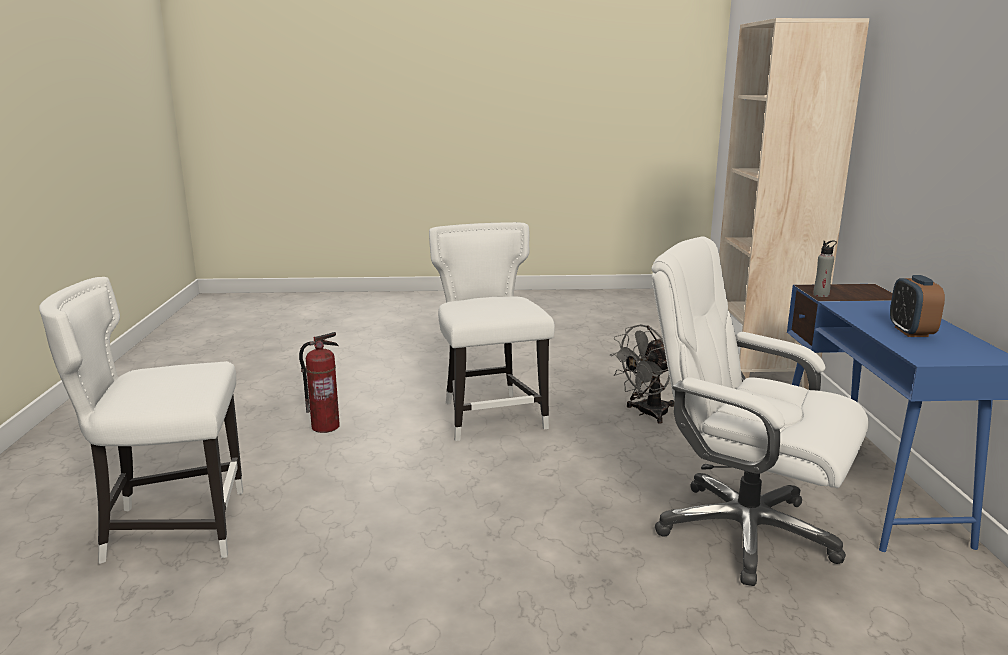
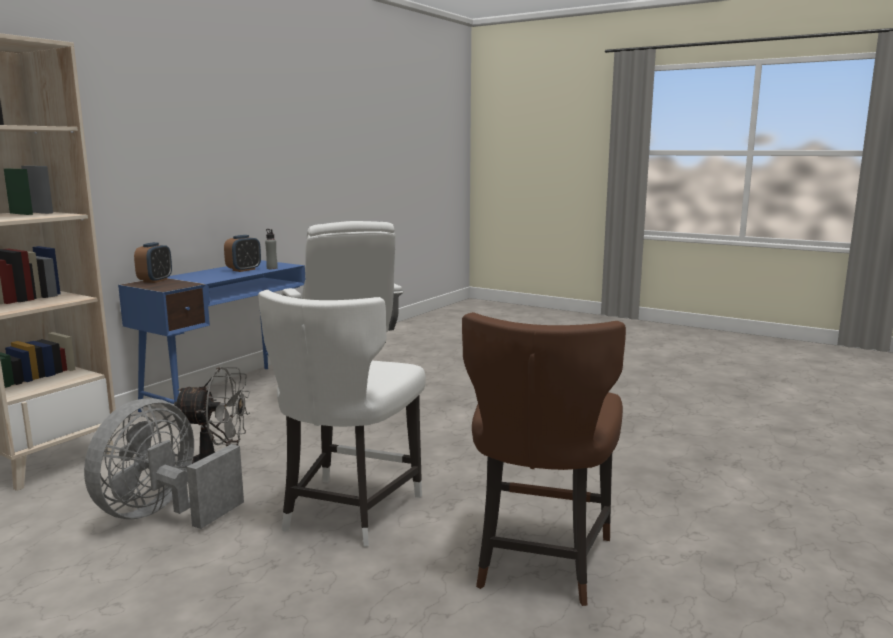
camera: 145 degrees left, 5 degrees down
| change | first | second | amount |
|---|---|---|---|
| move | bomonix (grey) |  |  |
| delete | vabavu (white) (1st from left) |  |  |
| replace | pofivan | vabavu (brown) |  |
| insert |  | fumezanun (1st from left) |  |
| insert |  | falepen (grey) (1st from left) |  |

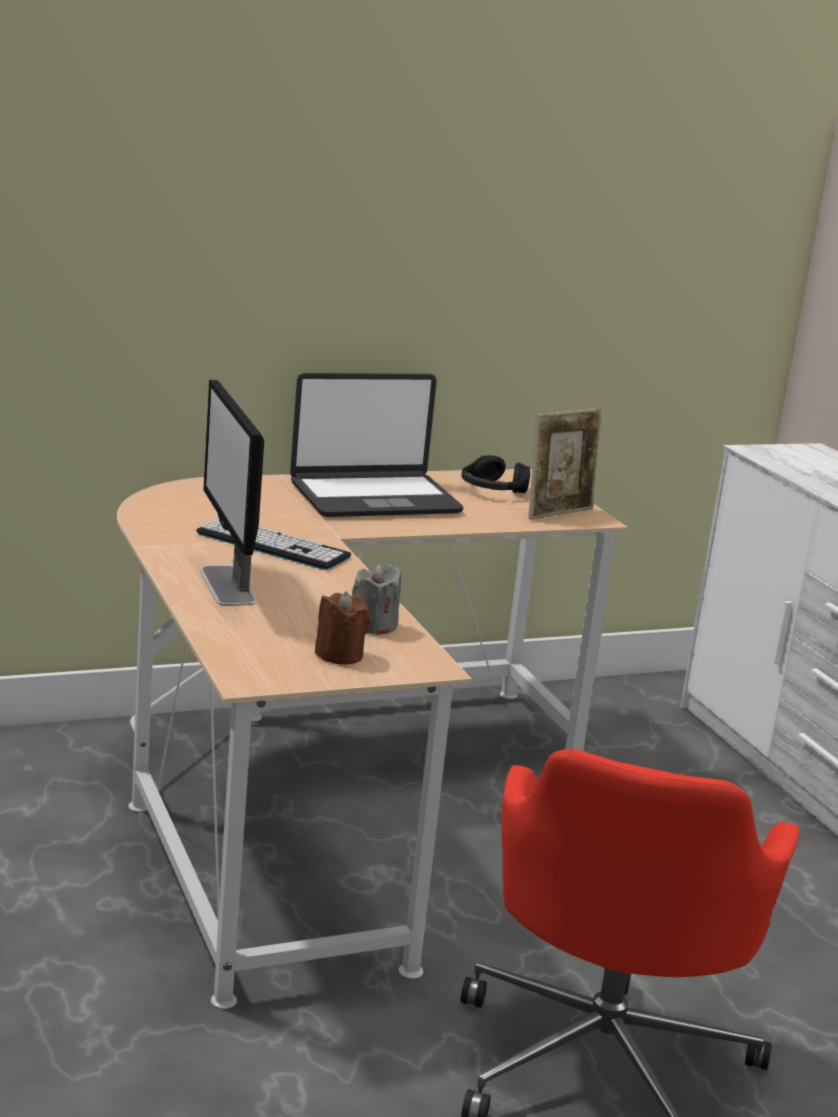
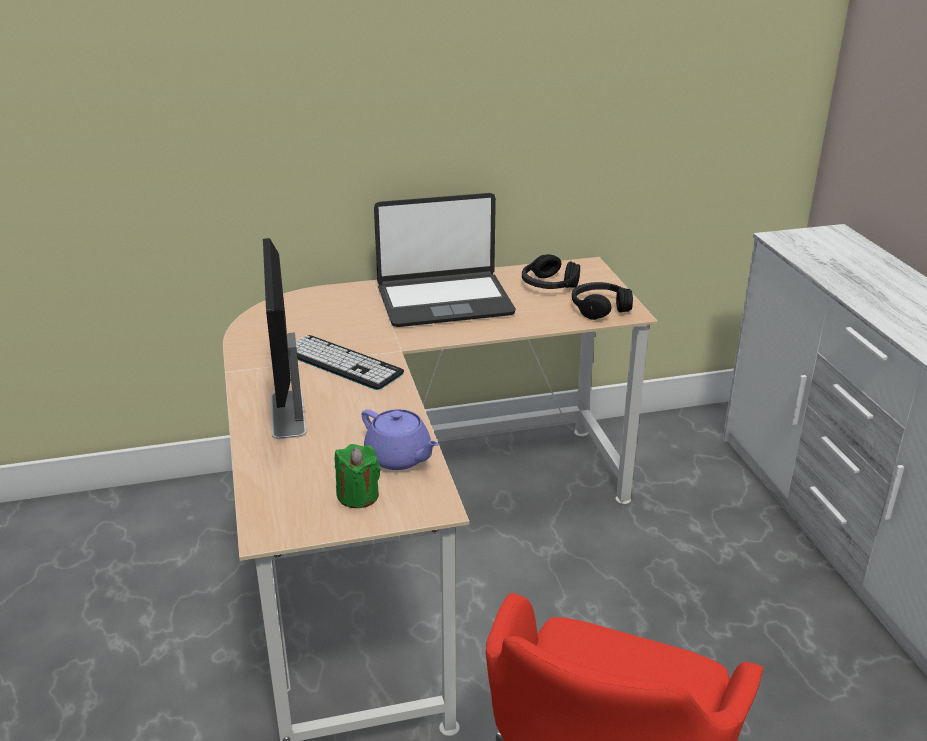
camera: 10 degrees right, 10 degrees up
| change | first | second | amount |
|---|---|---|---|
| replace | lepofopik | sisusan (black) (2nd from left) |  |
| replace | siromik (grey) | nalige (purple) |  |
| recolor | siromik (brown) | siromik (green) |  |

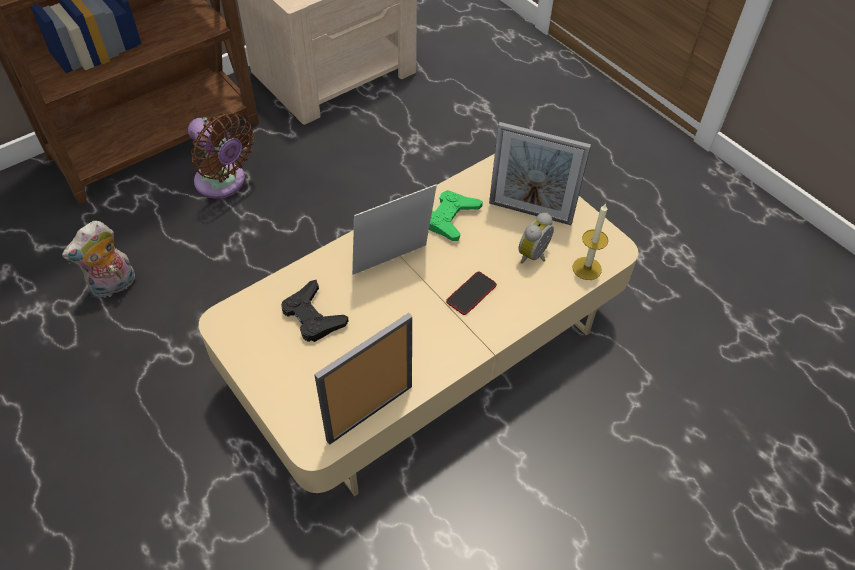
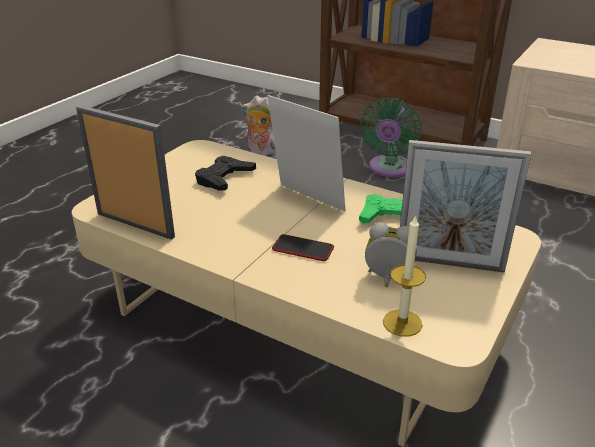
camera: 70 degrees right, 20 degrees down
| change | first | second | amount |
|---|---|---|---|
| recolor | falepen (brown) | falepen (green) |  |
| rotate | lepofopik (3rd from left) |  | 75 degrees counterclockwise |

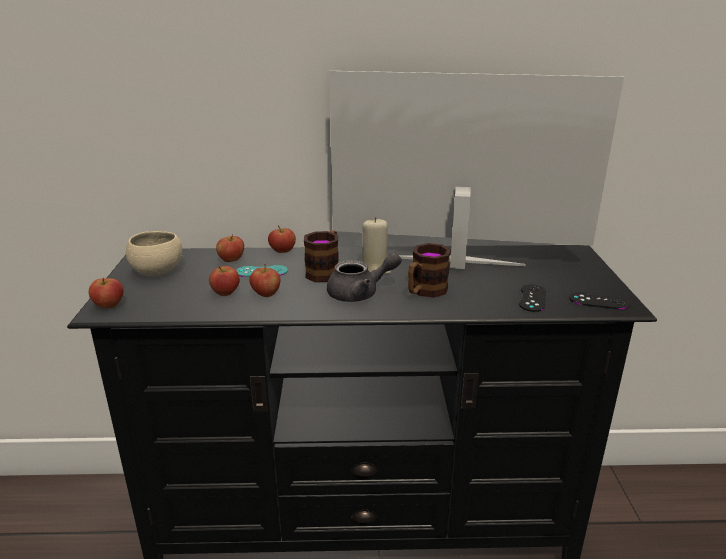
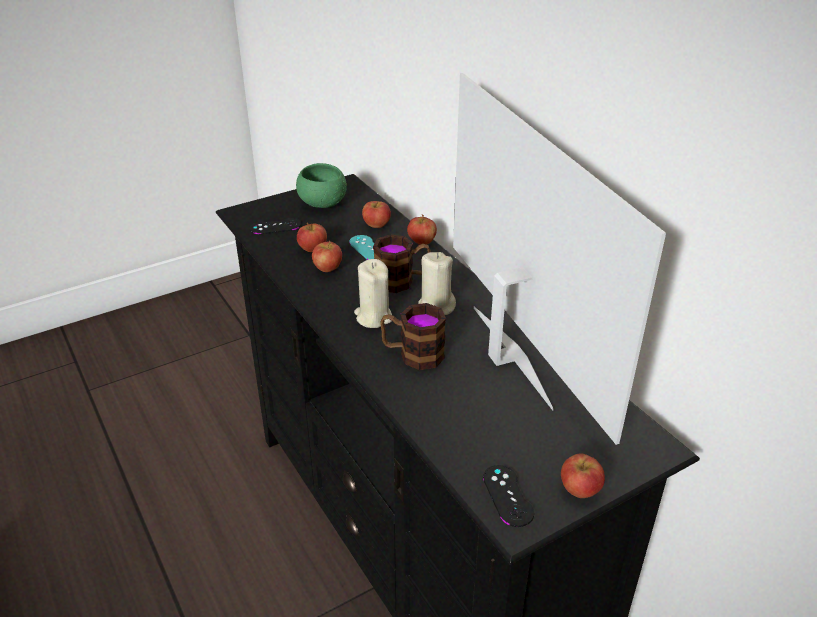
camera: 60 degrees right, 10 degrees up
| change | first | second | amount |
|---|---|---|---|
| recolor | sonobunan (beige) | sonobunan (green) |  |
| replace | nalige (grey) | siromik (beige) (1st from left) |  |
| move | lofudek (1st from left in the first image) | lofudek (5th from left) |  |
| move | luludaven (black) (1st from left) |  |  |

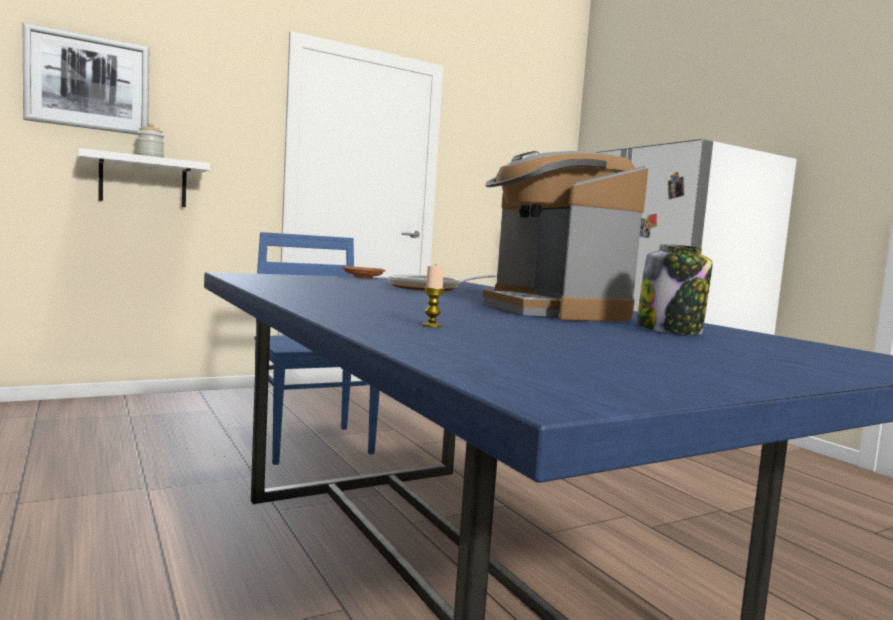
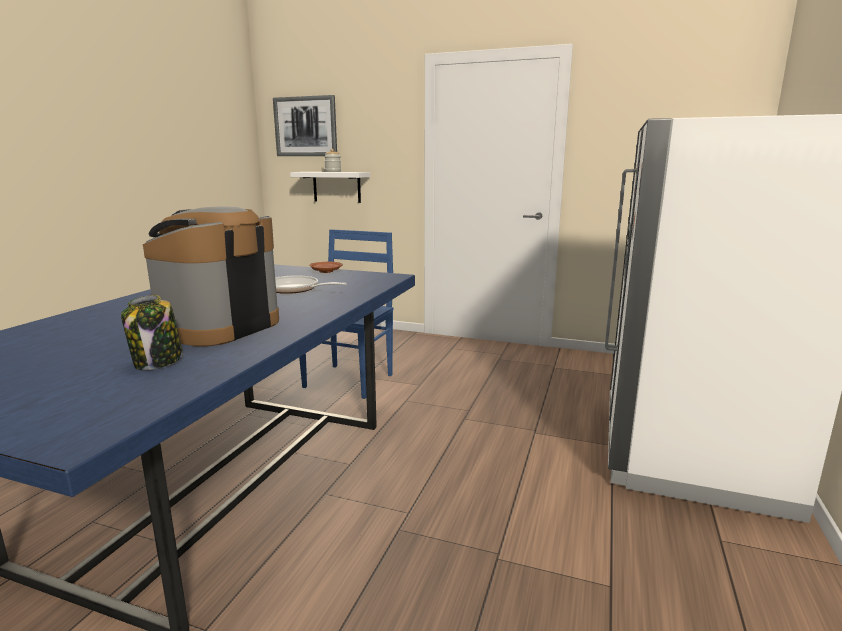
camera: 50 degrees right, 10 degrees up
| change | first | second | amount |
|---|---|---|---|
| delete | siromik |  |  |

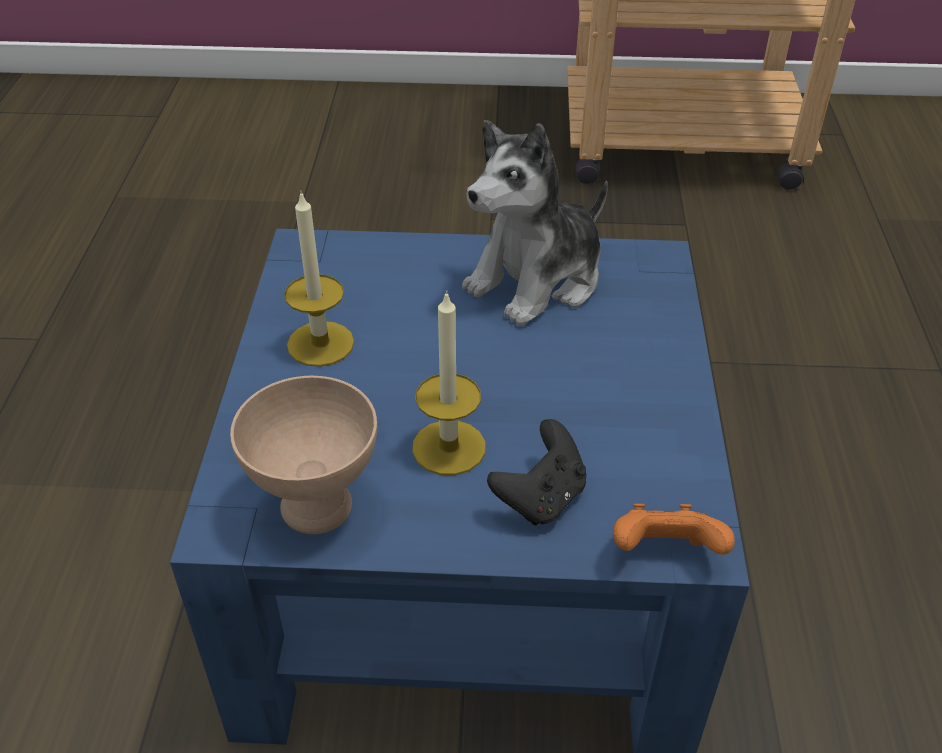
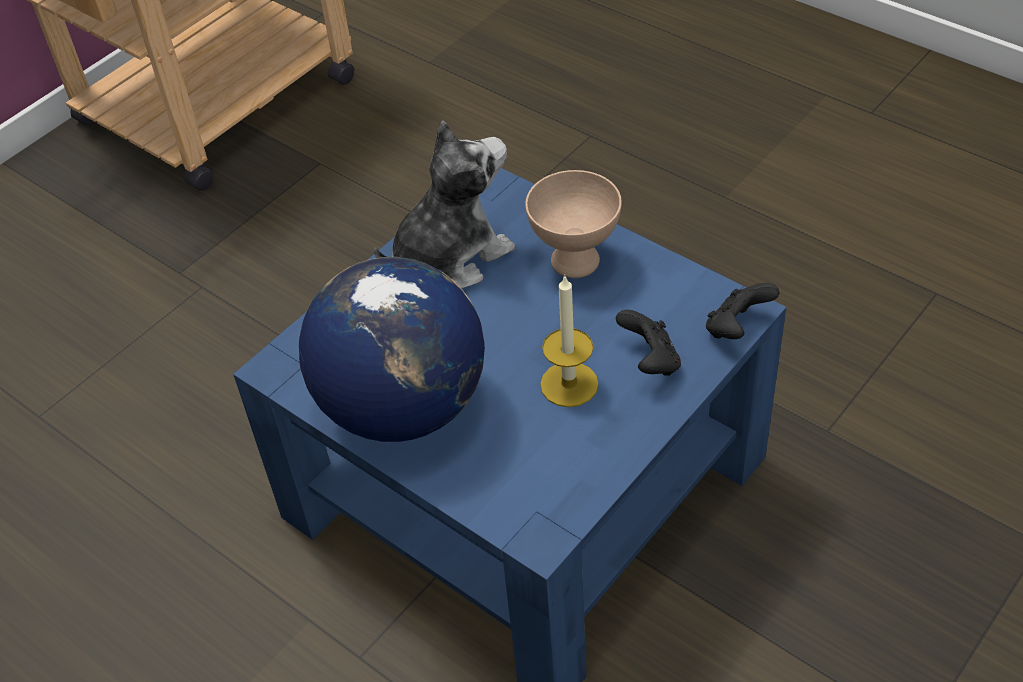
camera: 50 degrees left, 5 degrees up
| change | first | second | amount |
|---|---|---|---|
| rotate | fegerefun |  | 120 degrees counterclockwise |
| replace | siromik (1st from left) | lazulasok |  |
| move | sonobunan (beige) |  |  |
| recolor | luludaven (orange) | luludaven (black) (2nd from left) |  |

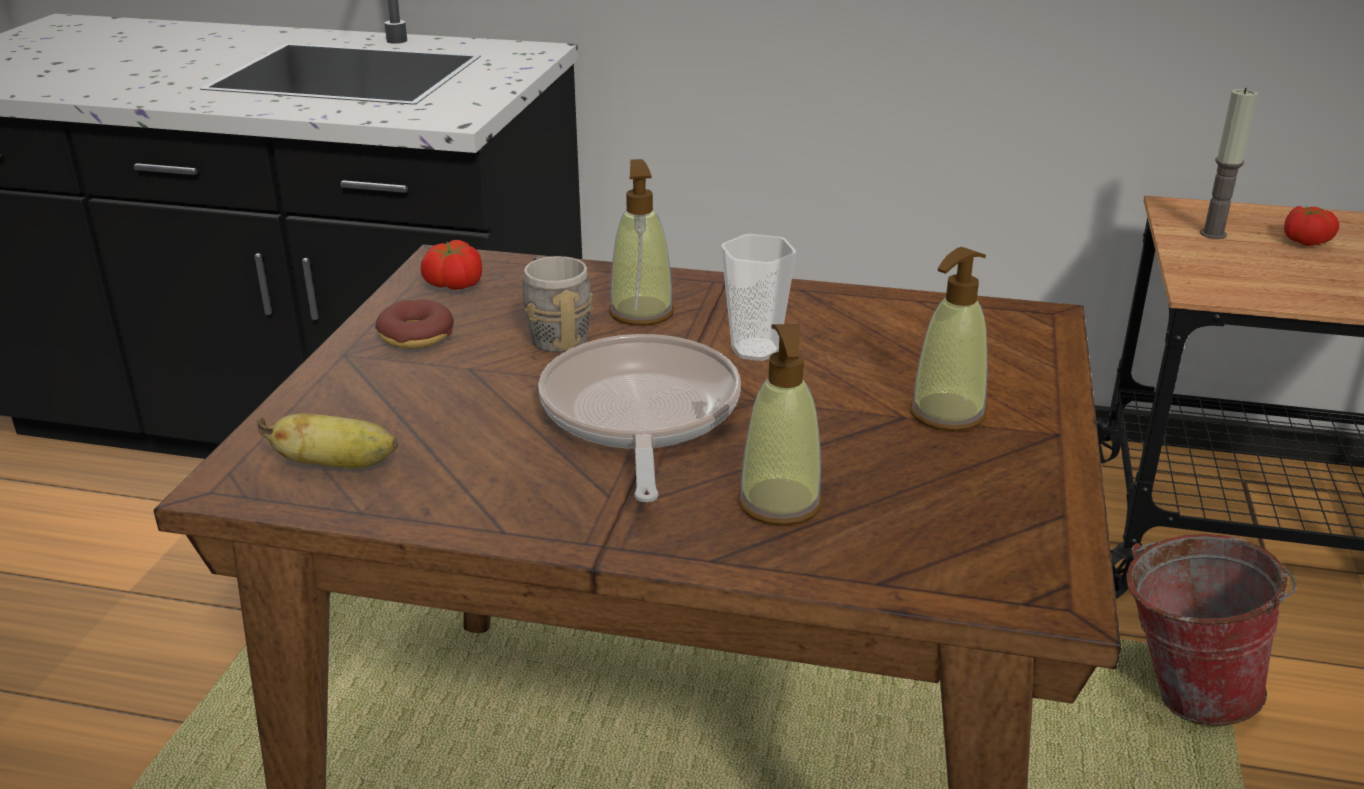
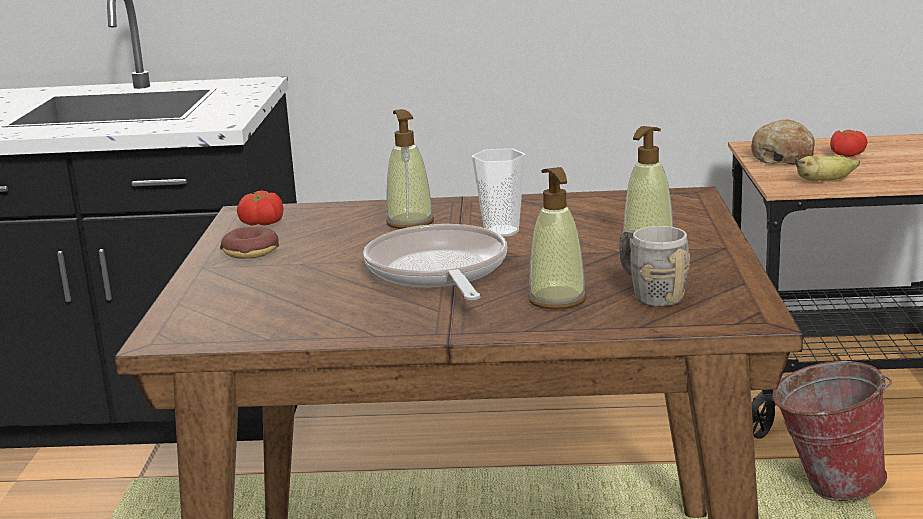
camera: 10 degrees left, 10 degrees down
| change | first | second | amount |
|---|---|---|---|
| replace | siromik | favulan |  |
| move | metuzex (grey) |  |  |
| move | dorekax |  |  |

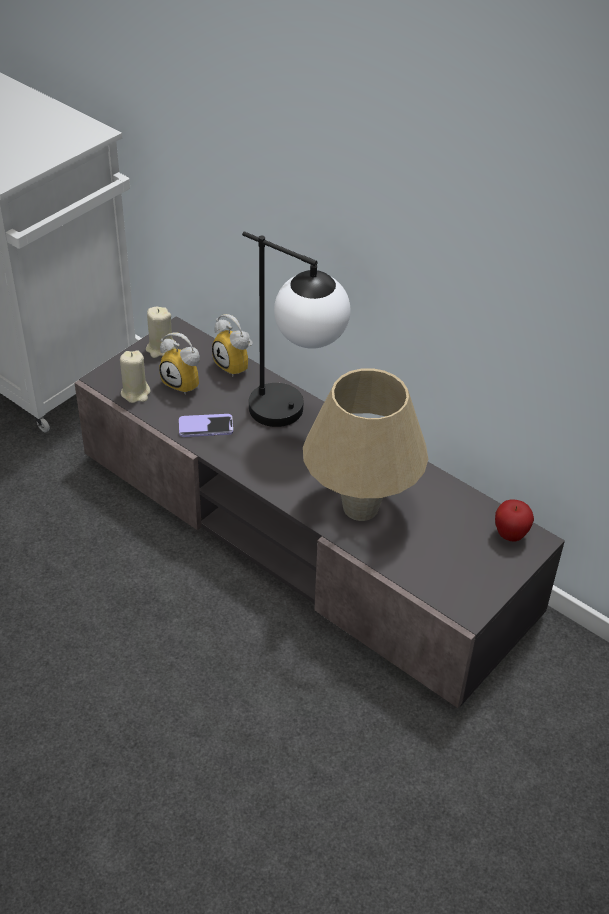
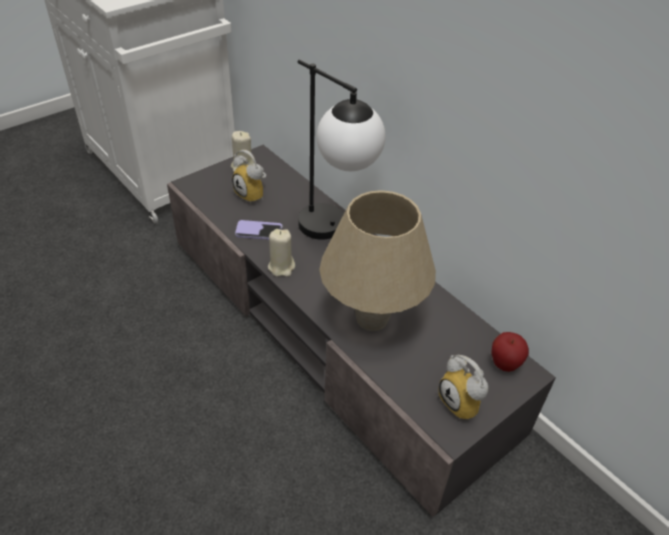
camera: 10 degrees right, 0 degrees up
| change | first | second | amount |
|---|---|---|---|
| move | fumezanun (2nd from left) |  |  |
| move | siromik (beige) (1st from left in the first image) | siromik (beige) (2nd from left) |  |

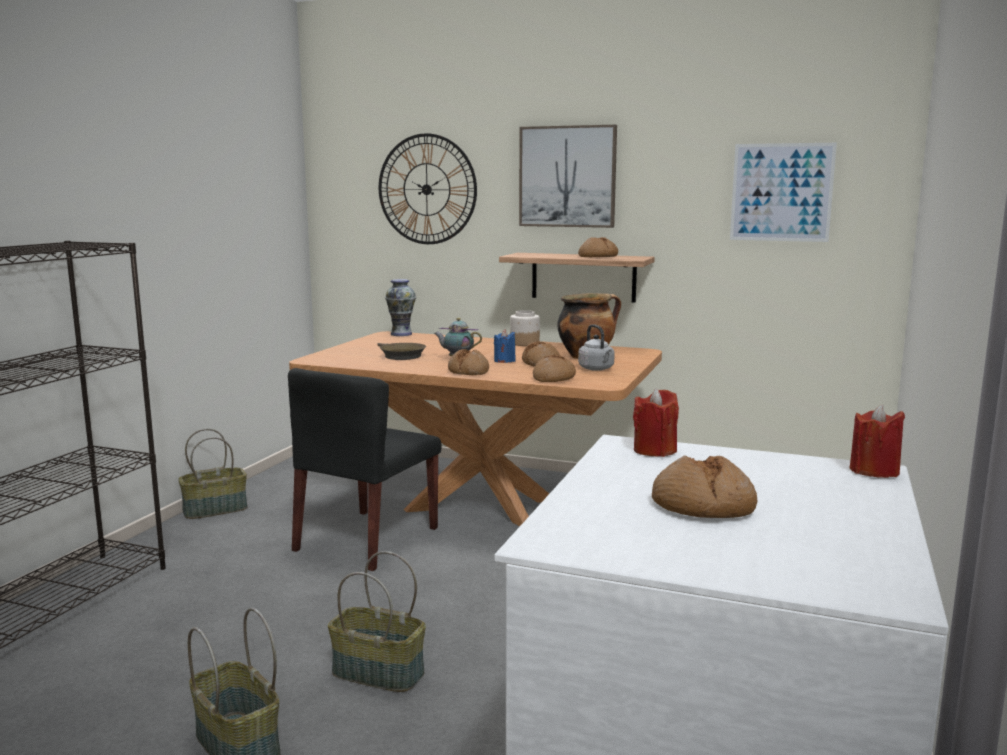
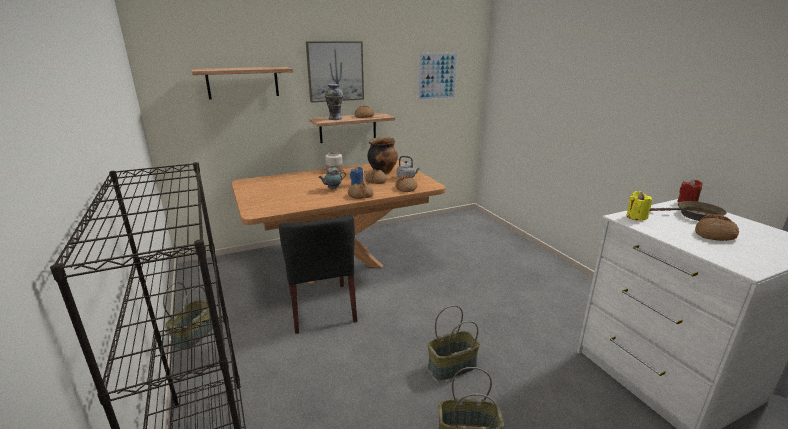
camera: 45 degrees left, 10 degrees up
| change | first | second | amount |
|---|---|---|---|
| replace | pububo | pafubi (1st from left) |  |
| move | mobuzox |  |  |
| move | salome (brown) |  |  |
| recolor | siromik (red) (1st from left) | siromik (yellow) |  |

